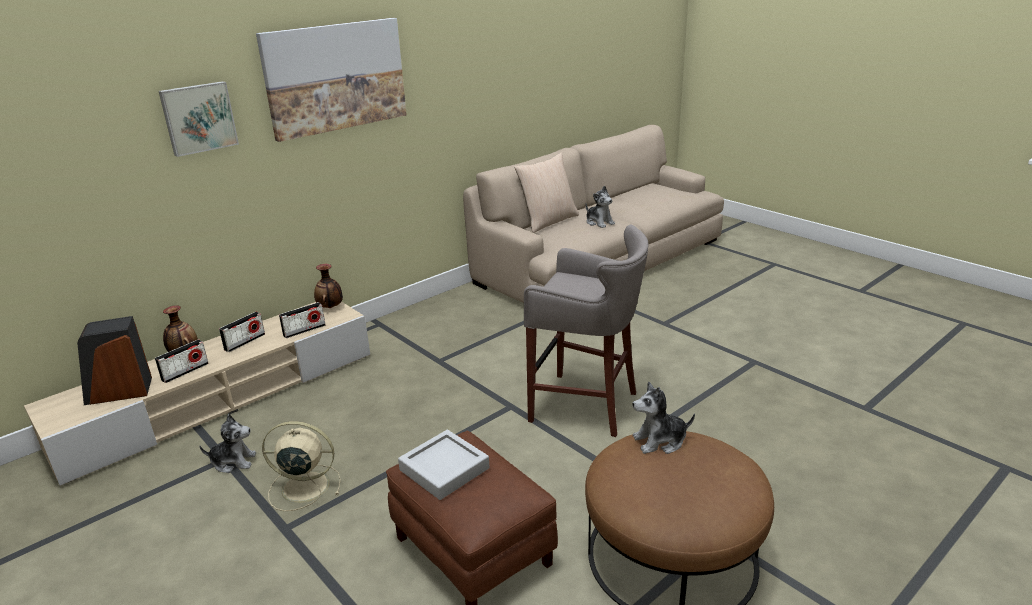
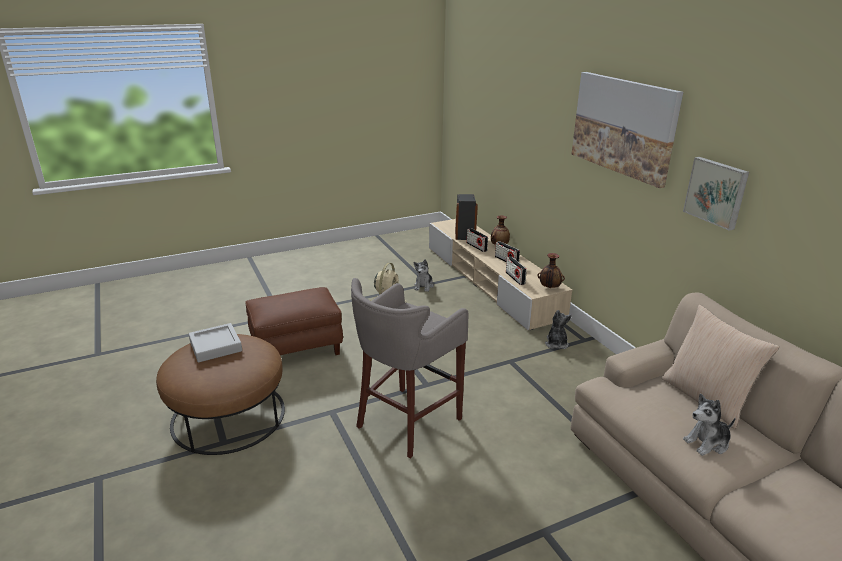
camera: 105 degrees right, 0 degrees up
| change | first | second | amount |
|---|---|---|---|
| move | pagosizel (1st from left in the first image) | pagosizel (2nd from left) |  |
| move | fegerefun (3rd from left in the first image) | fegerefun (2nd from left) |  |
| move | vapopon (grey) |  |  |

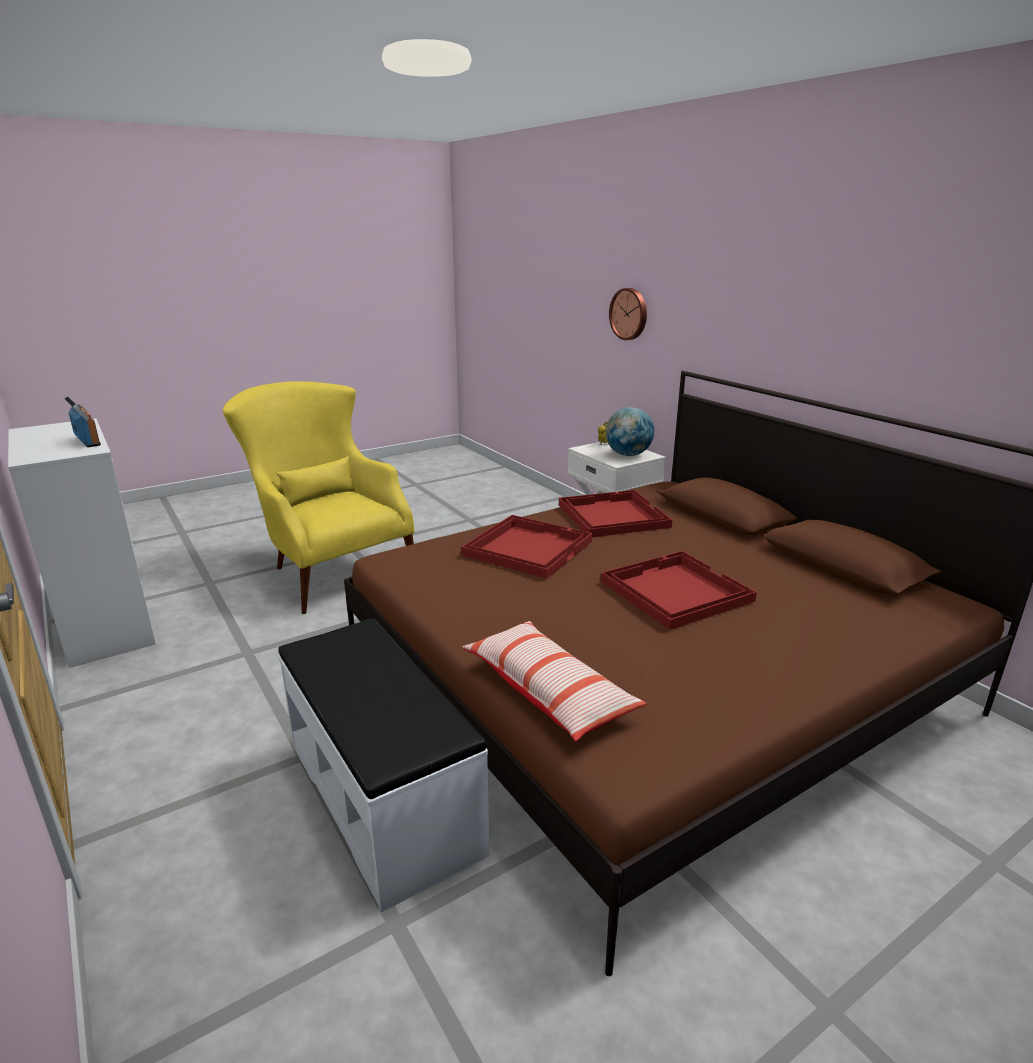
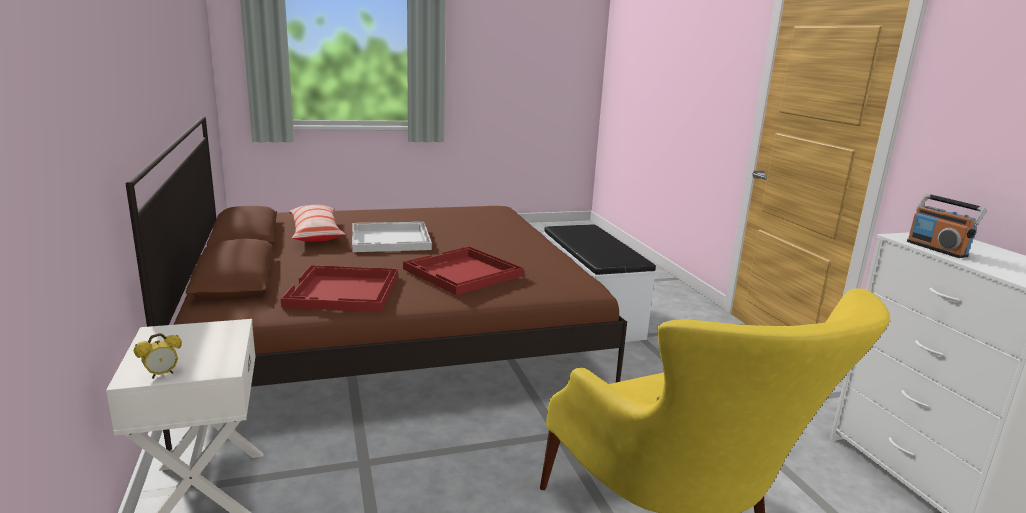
camera: 165 degrees left, 5 degrees down
| change | first | second | amount |
|---|---|---|---|
| delete | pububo |  |  |
| delete | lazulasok |  |  |
| recolor | vapopon (red) (3rd from left) | vapopon (white) |  |
| move | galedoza |  |  |

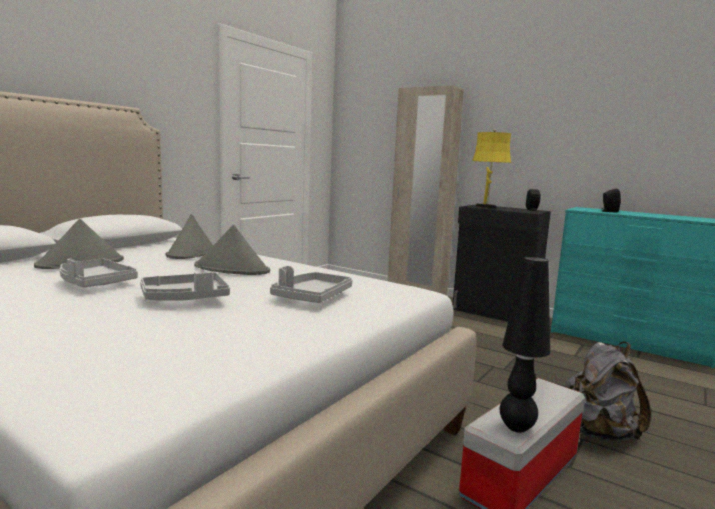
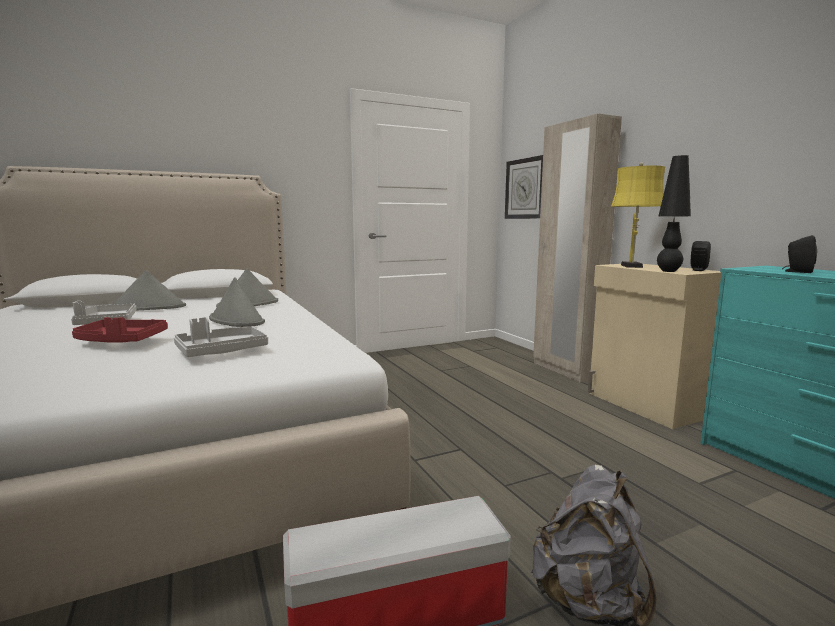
camera: 30 degrees right, 0 degrees up
| change | first | second | amount |
|---|---|---|---|
| recolor | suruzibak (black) | suruzibak (beige) |  |
| move | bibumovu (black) |  |  |
| recolor | vapopon (grey) (2nd from left) | vapopon (red) |  |
| insert |  | pububo |  |

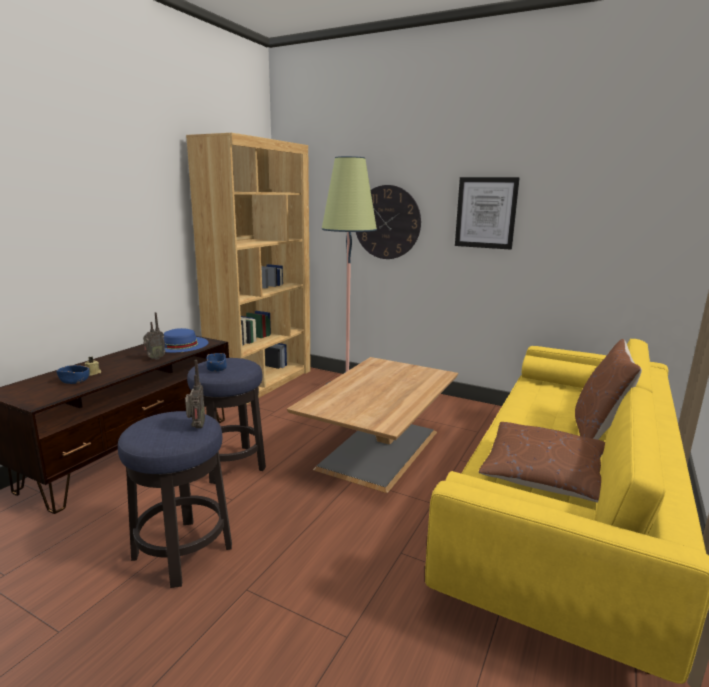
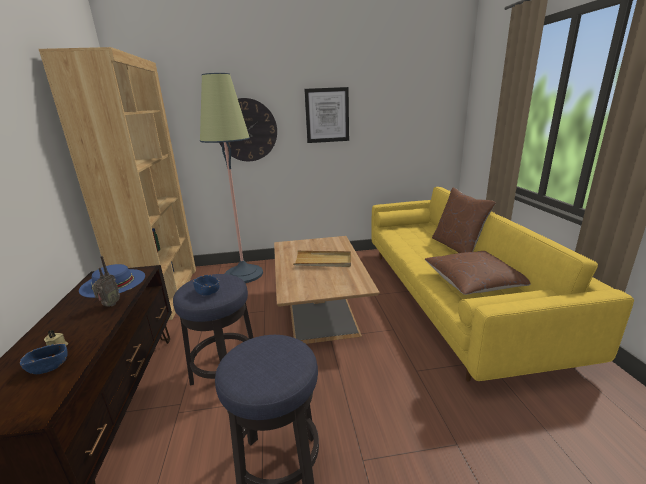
camera: 35 degrees left, 5 degrees up
| change | first | second | amount |
|---|---|---|---|
| delete | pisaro (2nd from left) |  |  |
| insert |  | vapopon (beige) |  |

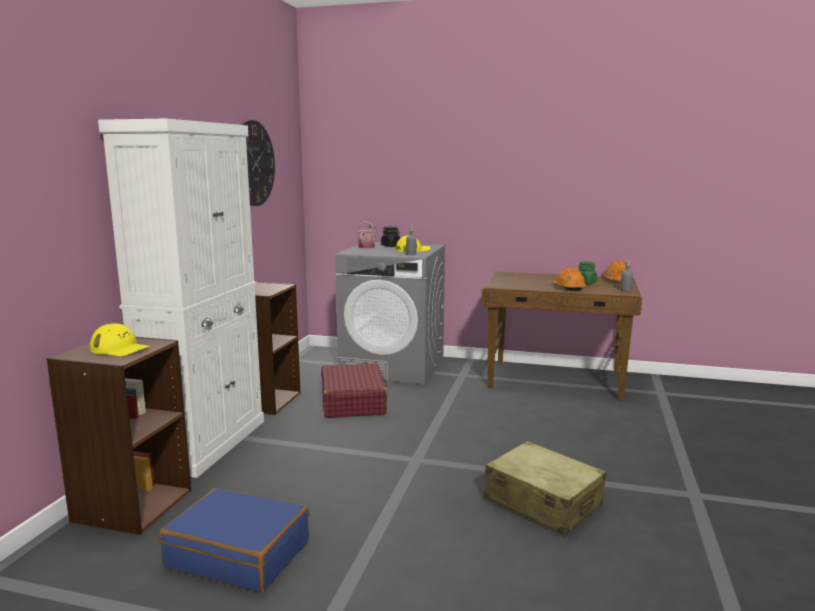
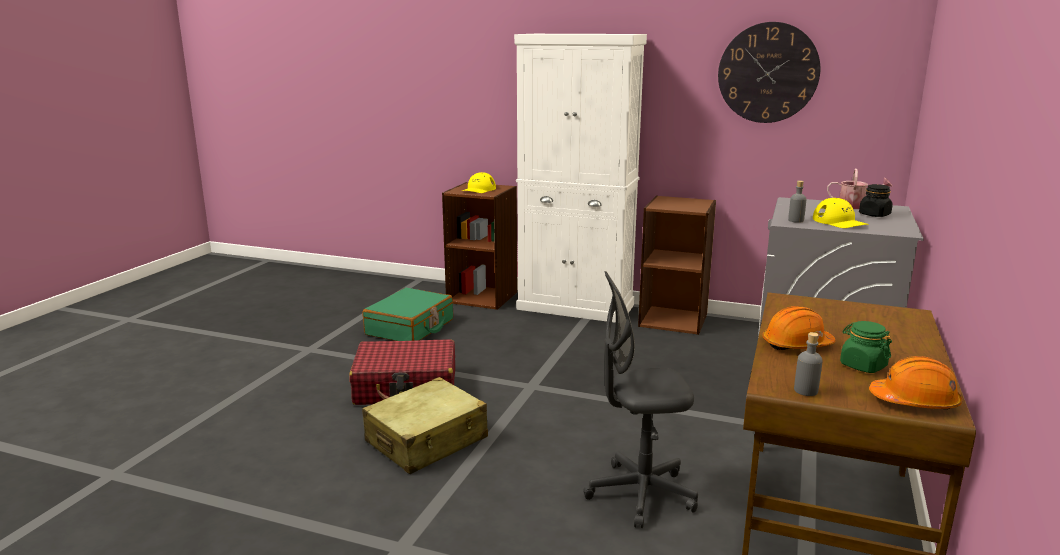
camera: 95 degrees right, 5 degrees up
| change | first | second | amount |
|---|---|---|---|
| move | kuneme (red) |  |  |
| recolor | kuneme (blue) | kuneme (green) |  |
| insert |  | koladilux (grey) |  |

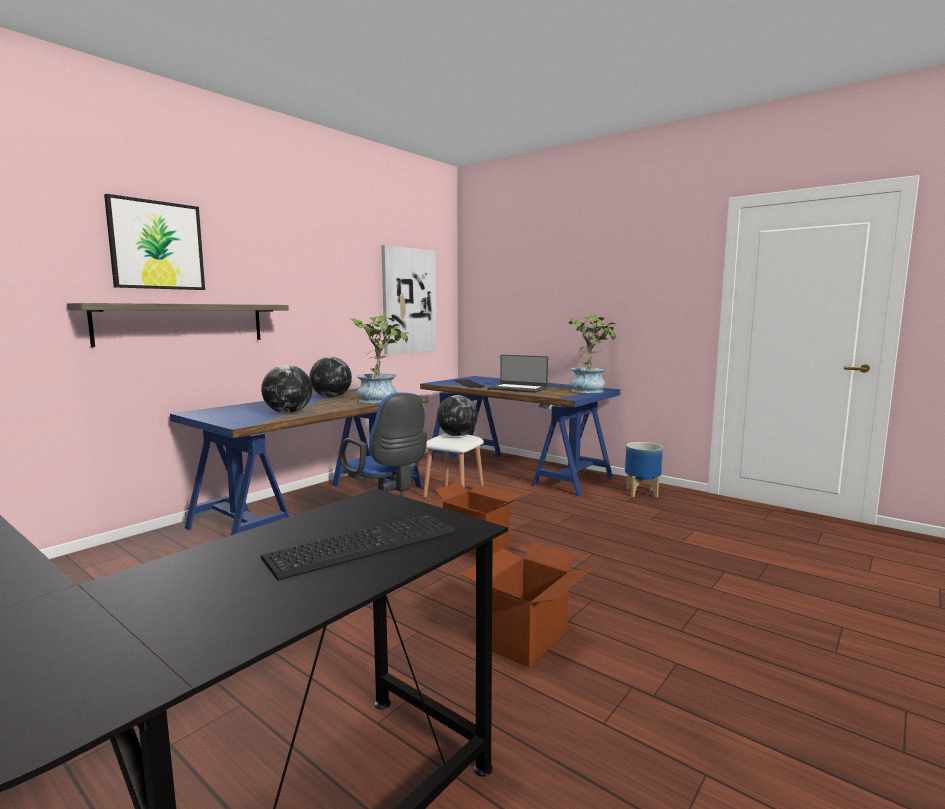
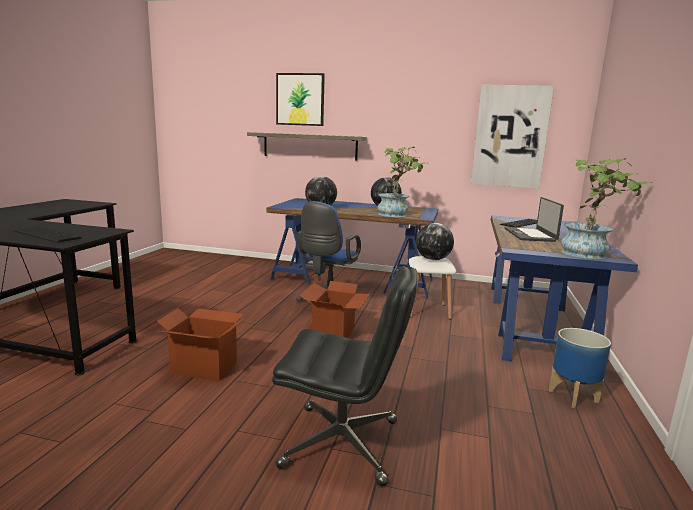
camera: 65 degrees right, 5 degrees up
| change | first | second | amount |
|---|---|---|---|
| insert |  | koladilux (black) |  |

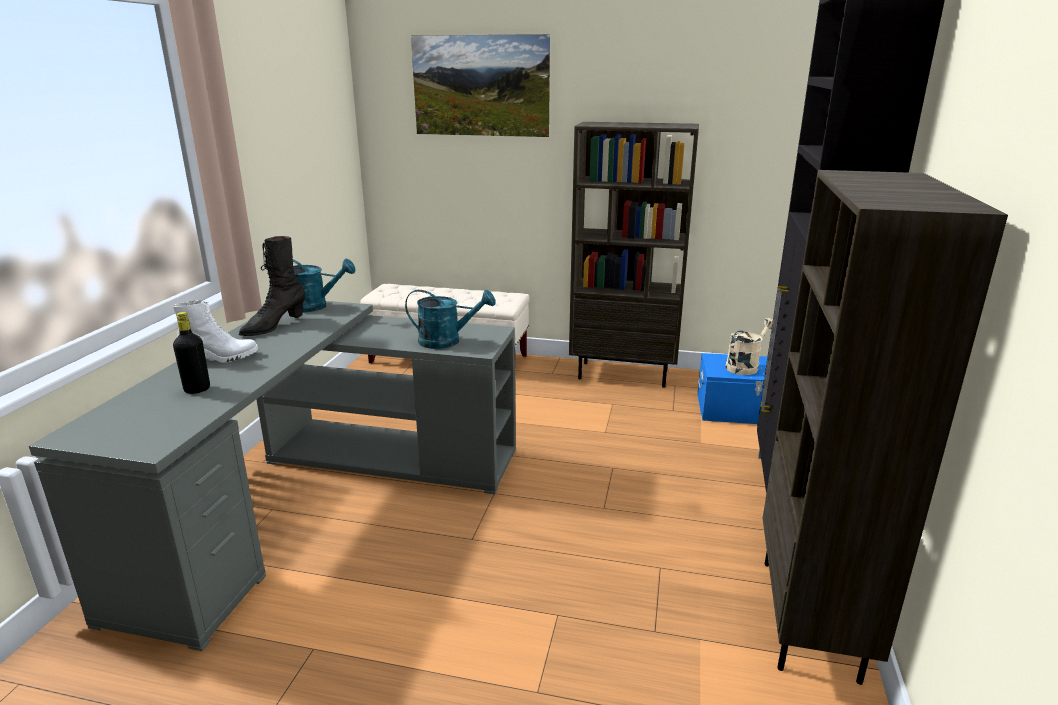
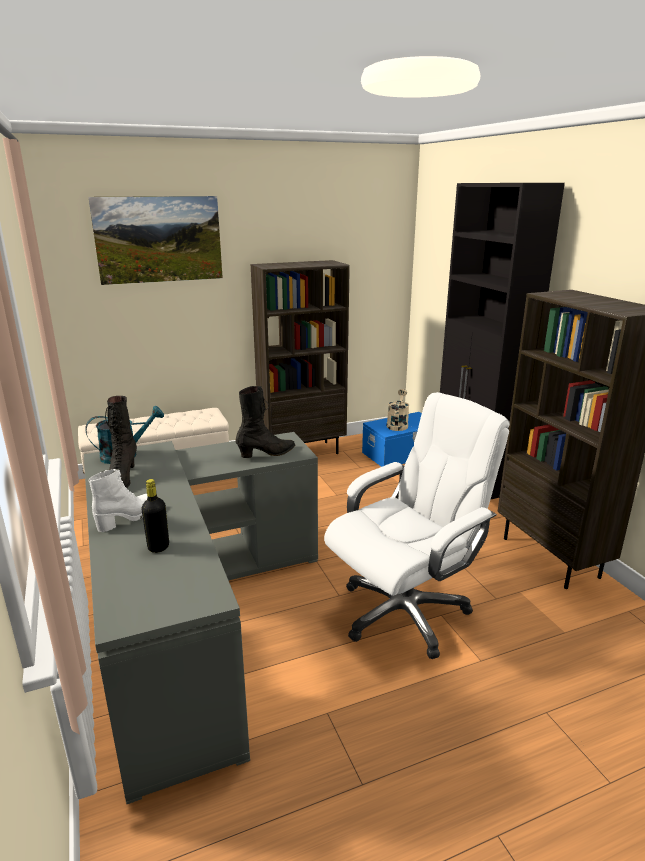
camera: 35 degrees left, 0 degrees up
| change | first | second | amount |
|---|---|---|---|
| replace | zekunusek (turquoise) (2nd from left) | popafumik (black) (2nd from left) |  |
| insert |  | koladilux (white) |  |

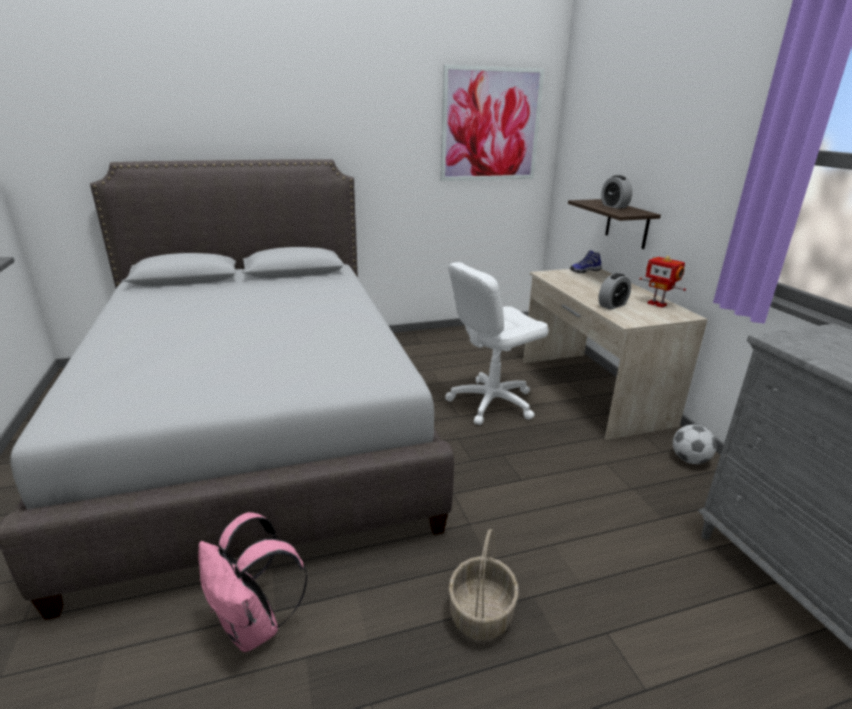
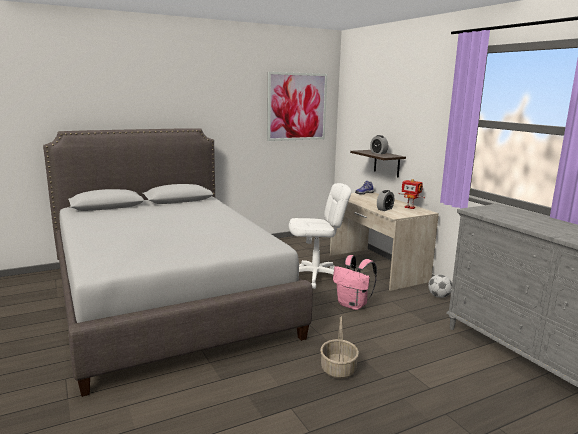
camera: 10 degrees left, 10 degrees down
| change | first | second | amount |
|---|---|---|---|
| rotate | koladilux (white) |  | 150 degrees counterclockwise |
| move | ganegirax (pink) |  |  |

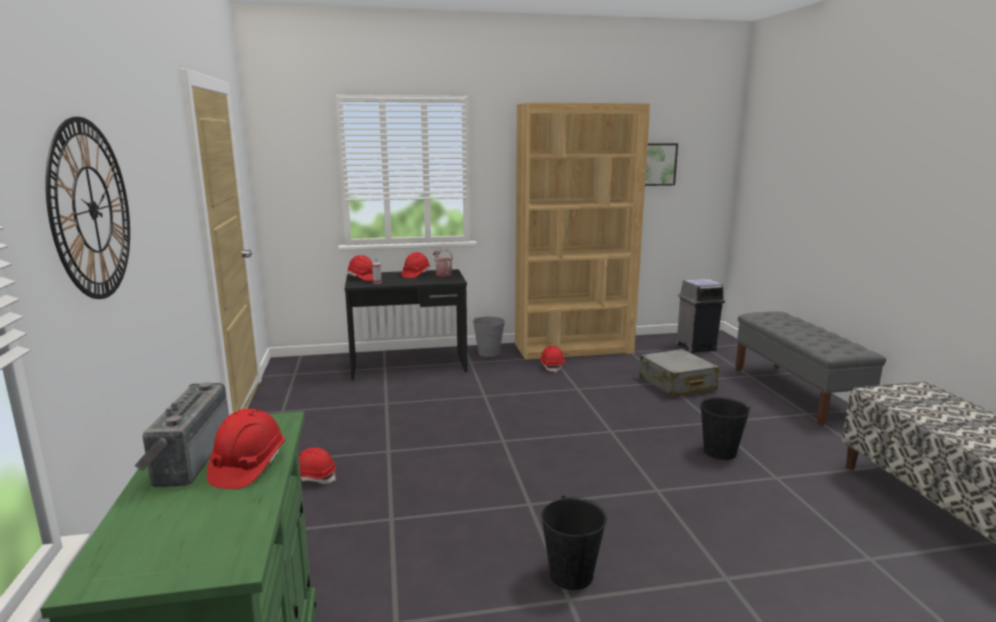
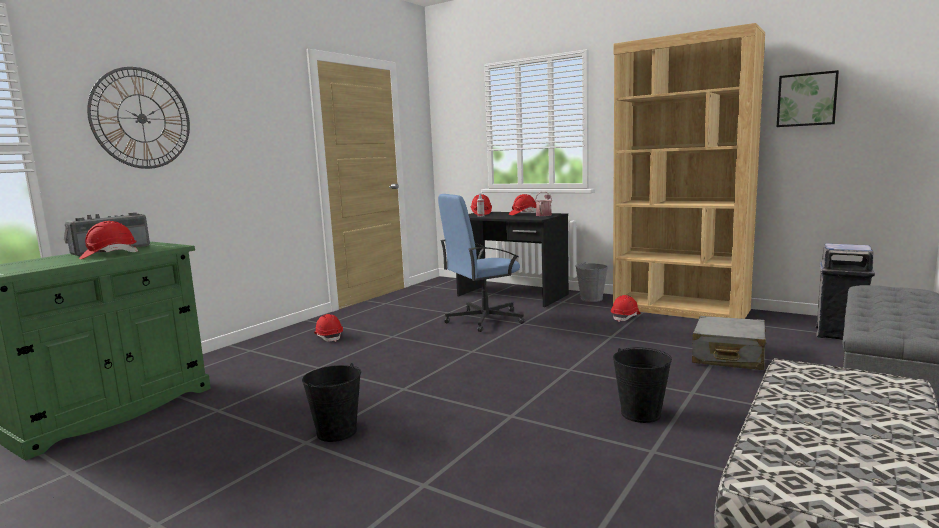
camera: 45 degrees right, 5 degrees down
| change | first | second | amount |
|---|---|---|---|
| insert |  | koladilux (blue) |  |

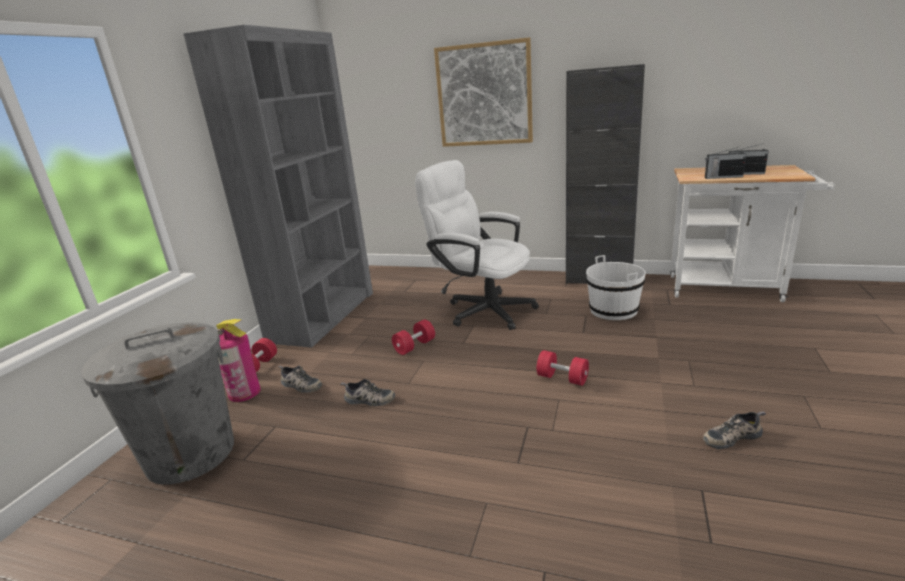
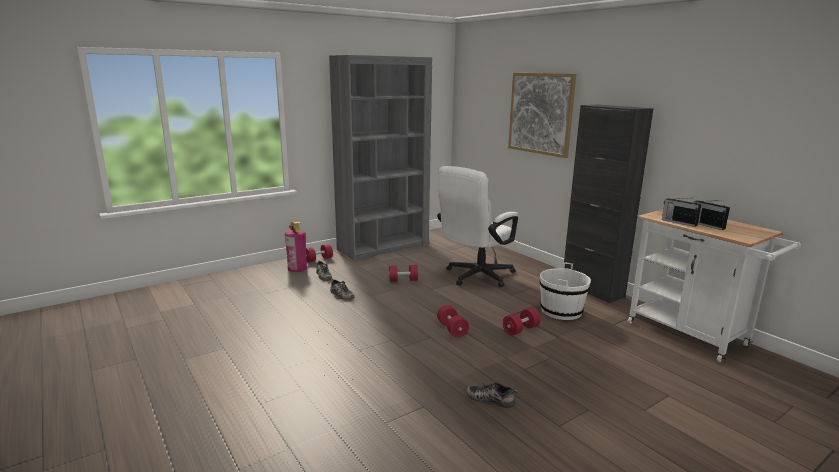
camera: 35 degrees right, 5 degrees down
| change | first | second | amount |
|---|---|---|---|
| rotate | koladilux (white) |  | 120 degrees counterclockwise |
| delete | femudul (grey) |  |  |
| insert |  | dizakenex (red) (4th from left) |  |

